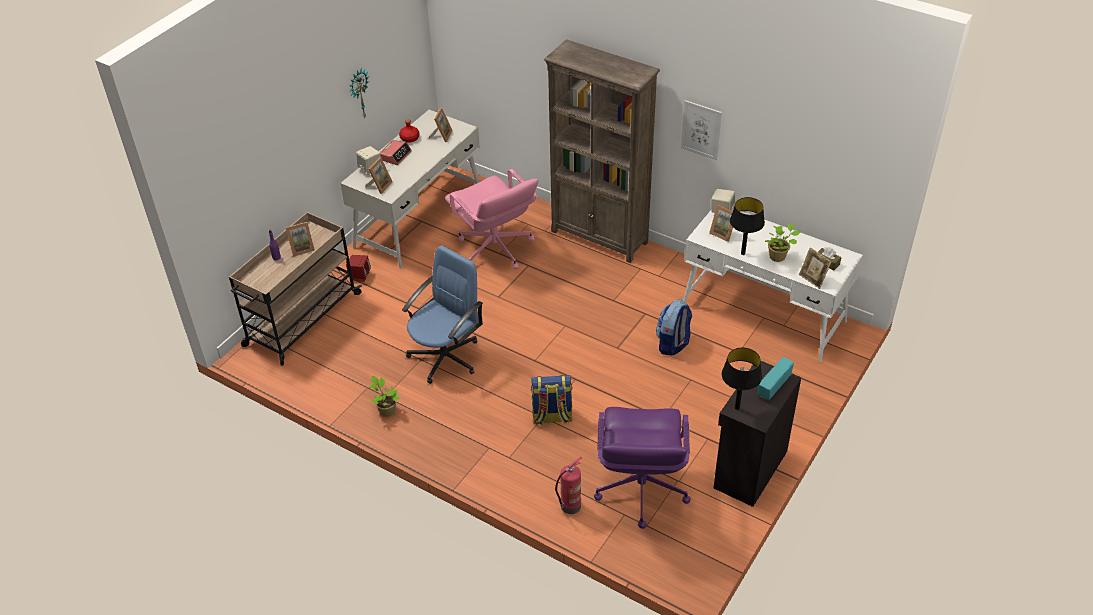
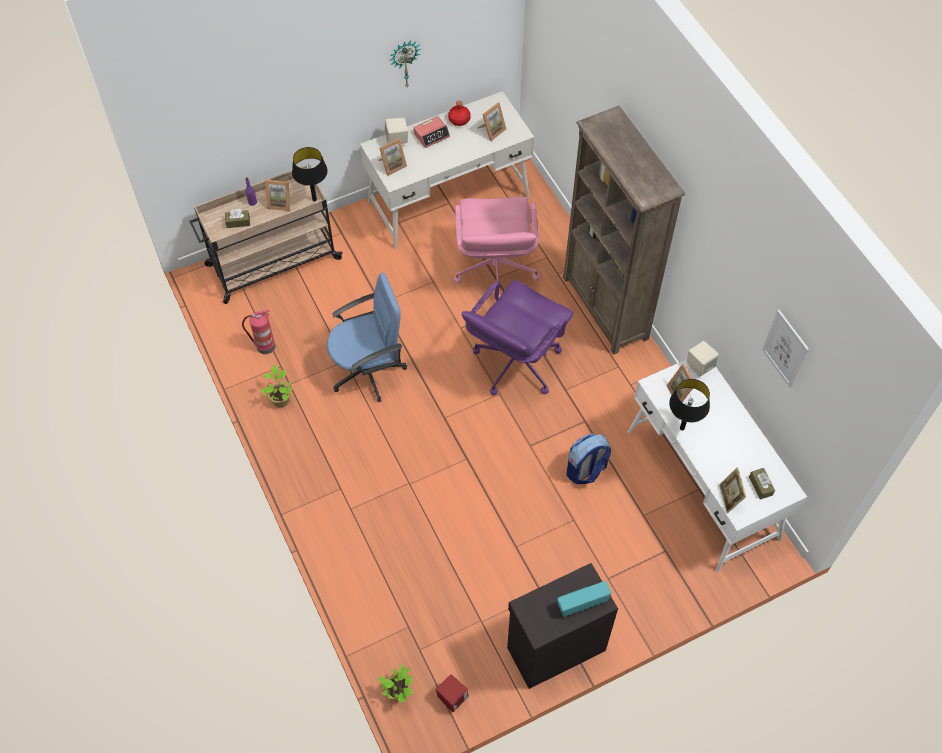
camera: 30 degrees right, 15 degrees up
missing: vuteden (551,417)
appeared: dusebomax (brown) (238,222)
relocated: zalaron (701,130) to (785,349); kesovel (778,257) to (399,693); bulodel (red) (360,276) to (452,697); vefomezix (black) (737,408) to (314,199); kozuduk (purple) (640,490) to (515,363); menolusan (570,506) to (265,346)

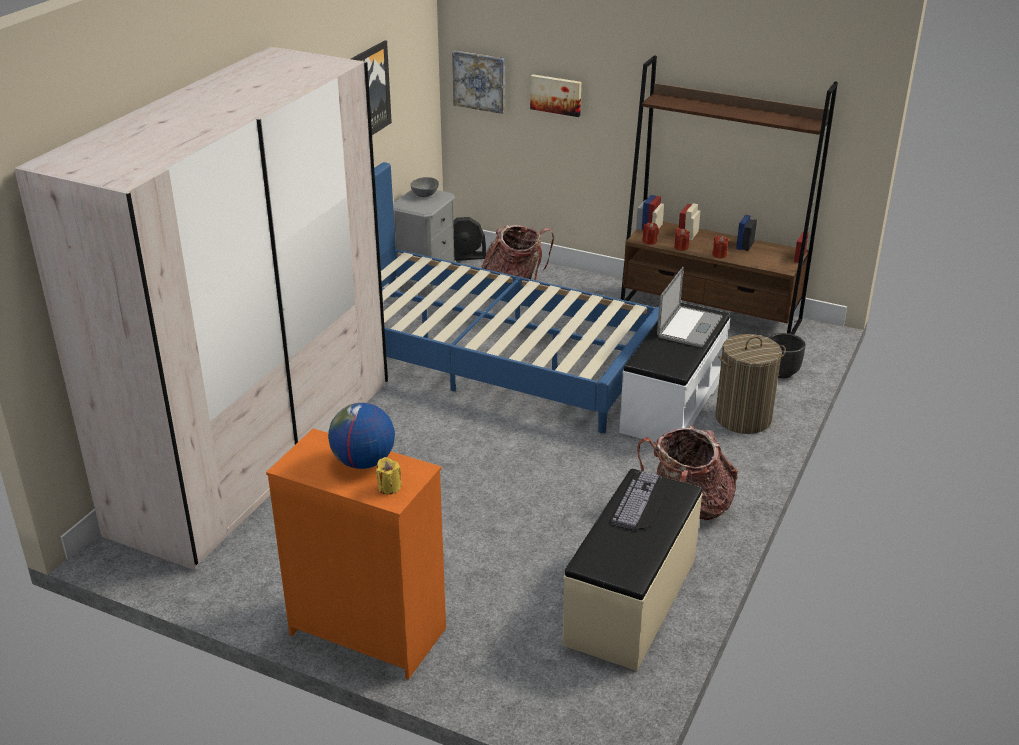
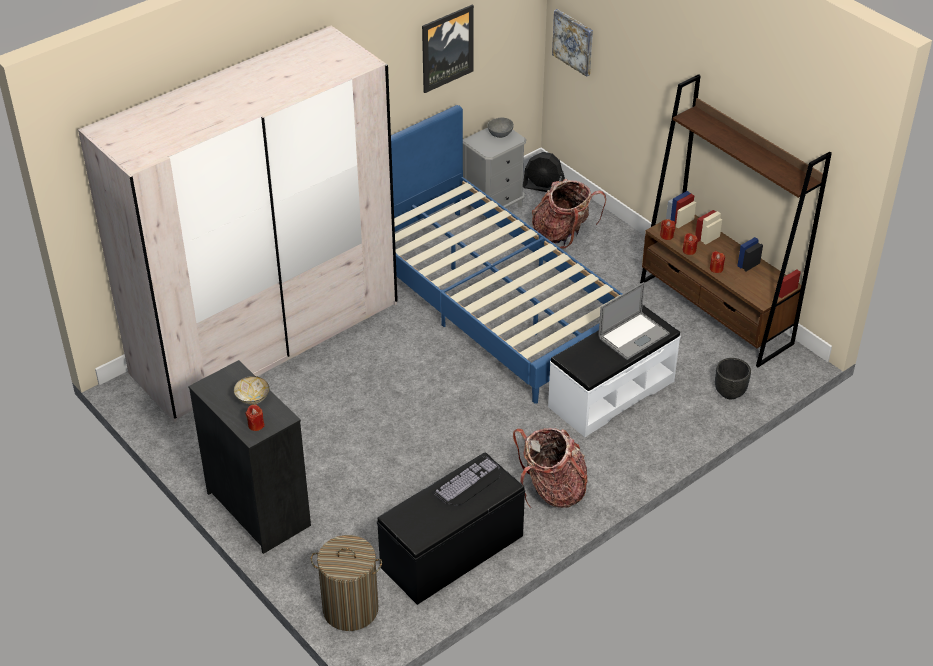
camera: 25 degrees right, 10 degrees up
missing: zalaron (556,94)
relocated: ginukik (743,418) to (350,609)
exchanged: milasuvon (363,462) to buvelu (253,399)
colour: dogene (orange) (368,631) to dogene (black) (259,509); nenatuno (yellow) (389,487) to nenatuno (red) (256,425); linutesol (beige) (632,601) to linutesol (black) (452,552)

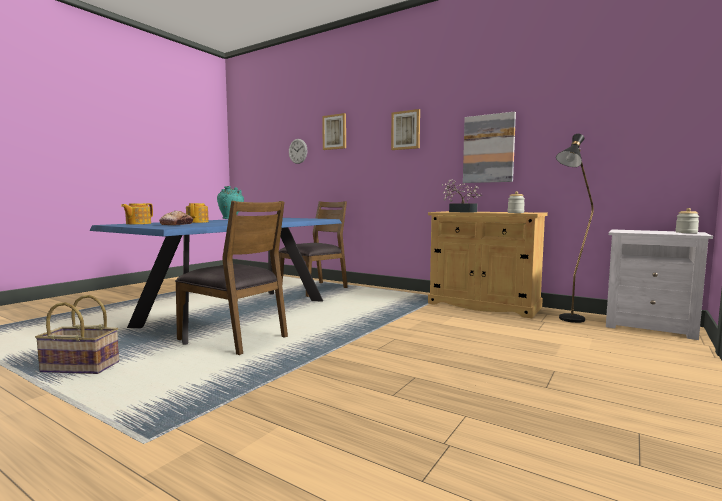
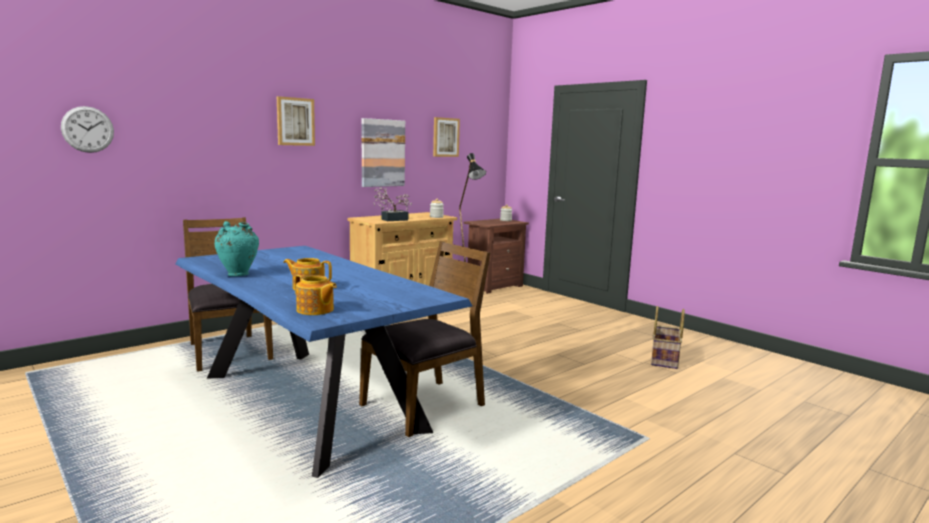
camera: 75 degrees left, 5 degrees up
missing: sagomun (177,224)
relocated: zalaron (334,132) to (445,137); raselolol (79,367) to (665,359)
colour: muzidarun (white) (650,327) to muzidarun (brown) (493,286)

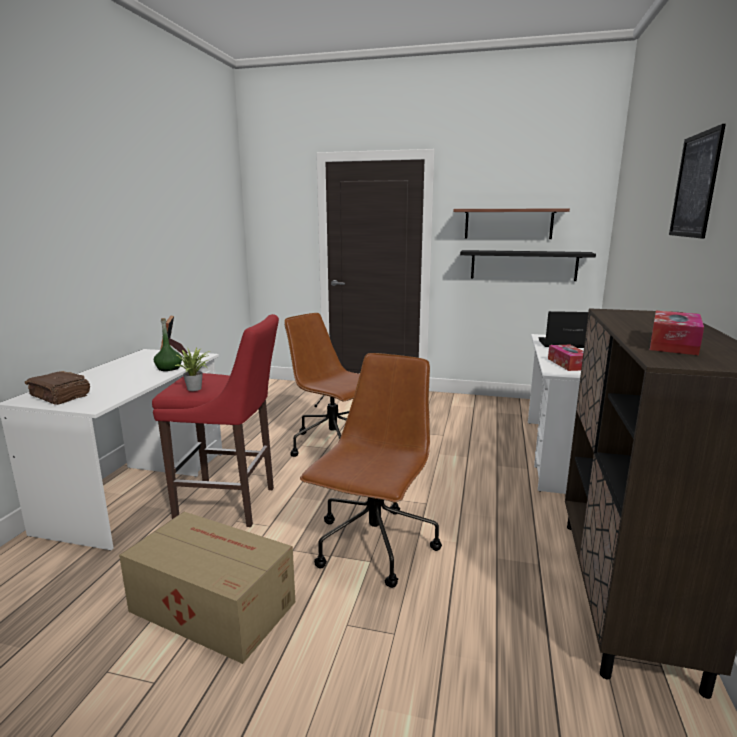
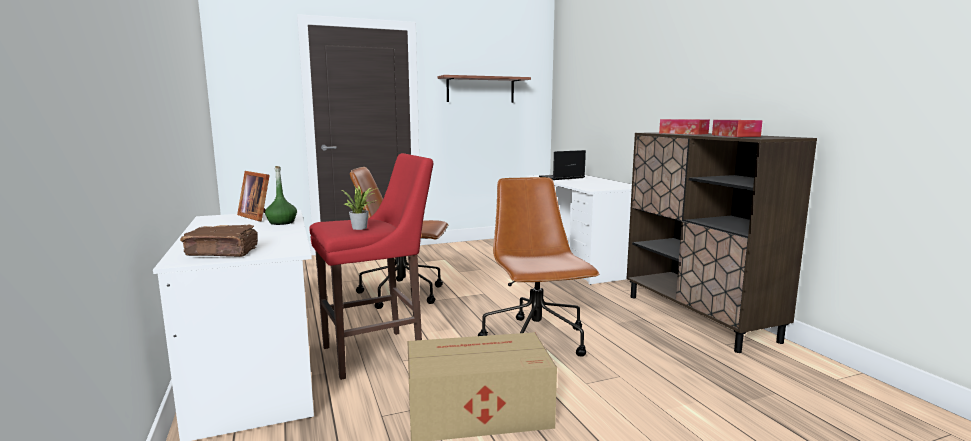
camera: 35 degrees left, 5 degrees down
missing: zalaron (695,185); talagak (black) (523,265)
relocated: dusebomax (568,364) to (683,133)

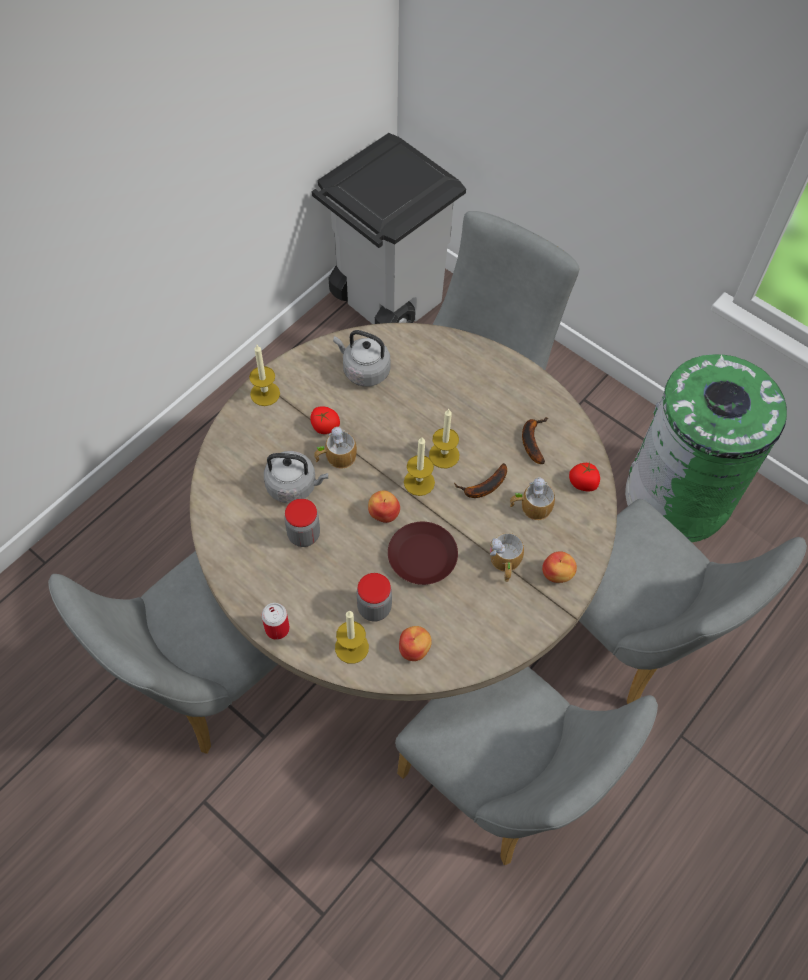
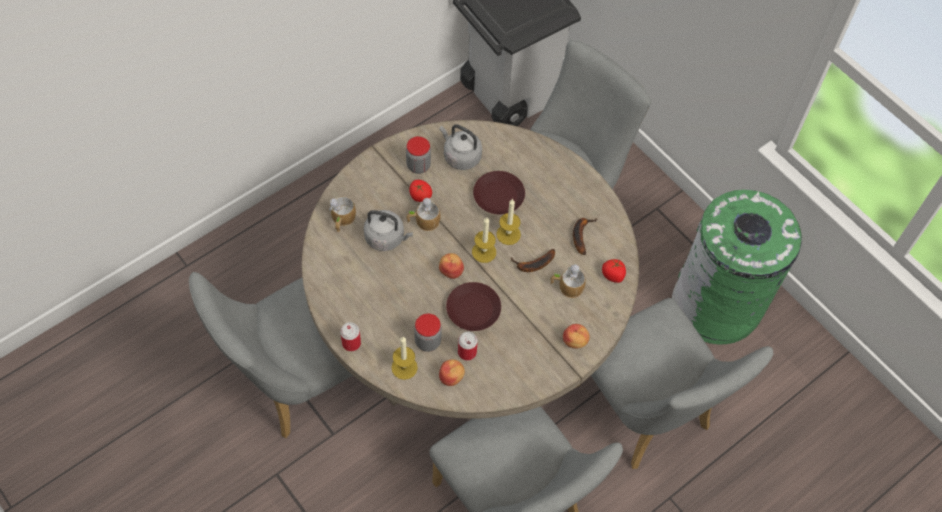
camera: 10 degrees right, 0 degrees up
missing: nenatuno (265,393)
appeared: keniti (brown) (498,196); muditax (467,352)
relocated: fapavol (304,535) to (418,165); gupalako (505,563) to (342,220)

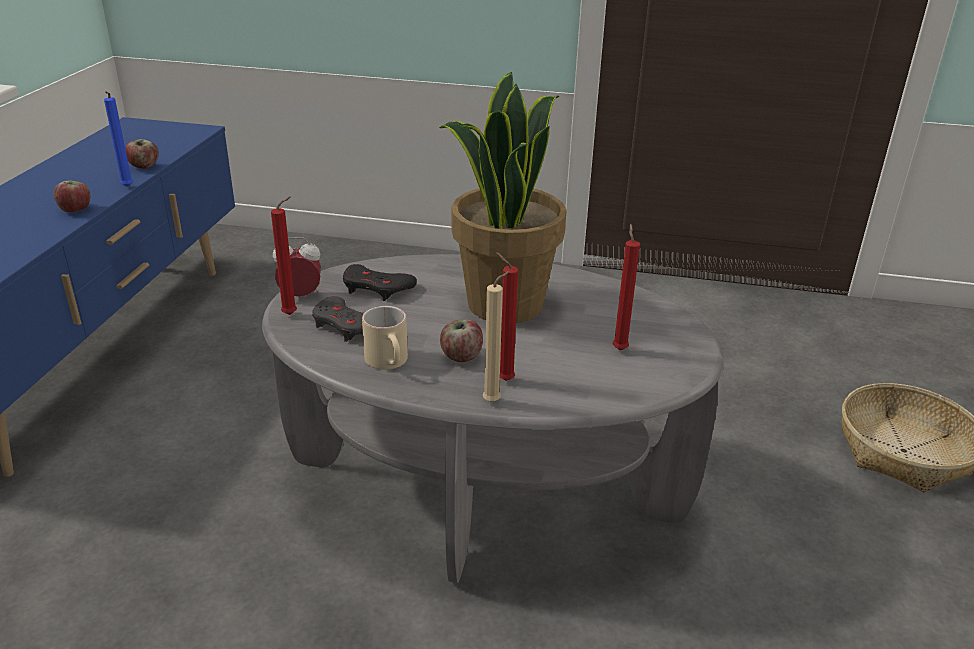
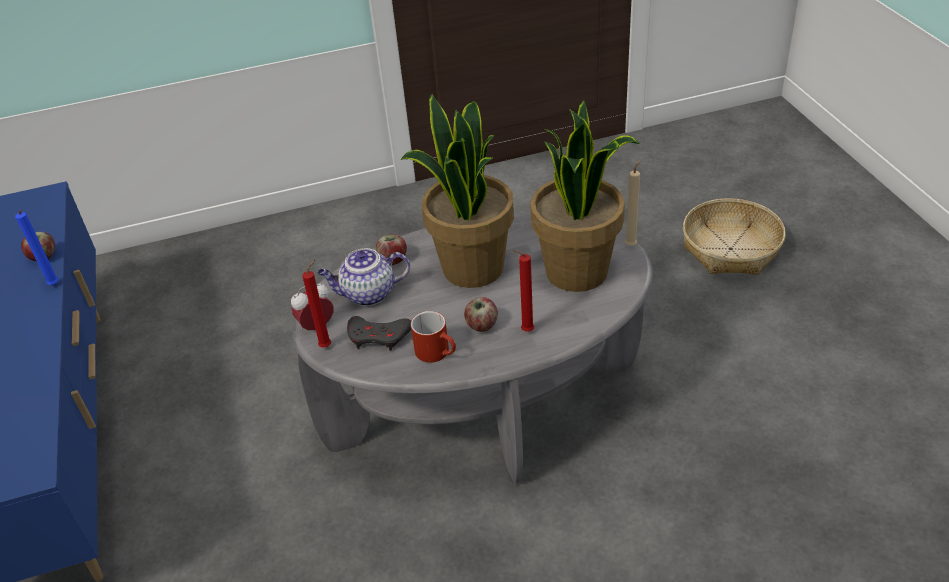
camera: 25 degrees left, 10 degrees up
relocated: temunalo (76,210) to (393,260); nenatuno (beige) (494,401) to (631,244)
exchanged: nenatuno (red) (619,348) to kesovel (578,272); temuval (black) (377,288) to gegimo (367,294)
colour: gupalako (beige) (390,362) to gupalako (red) (438,352)

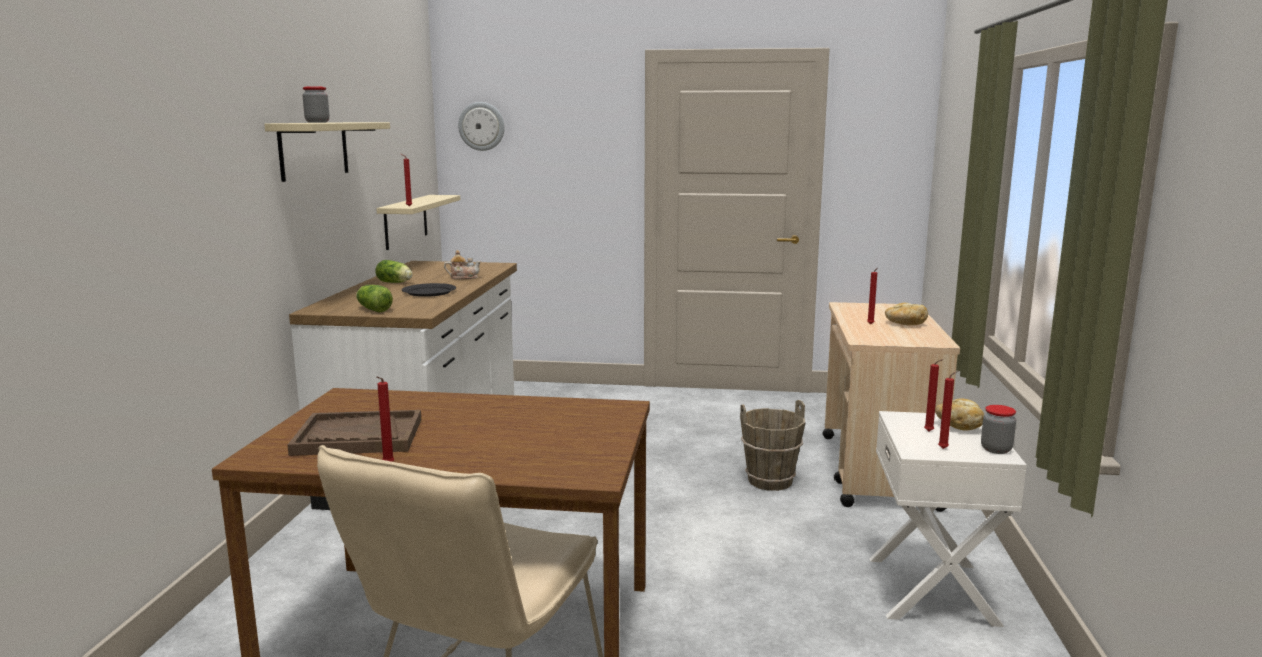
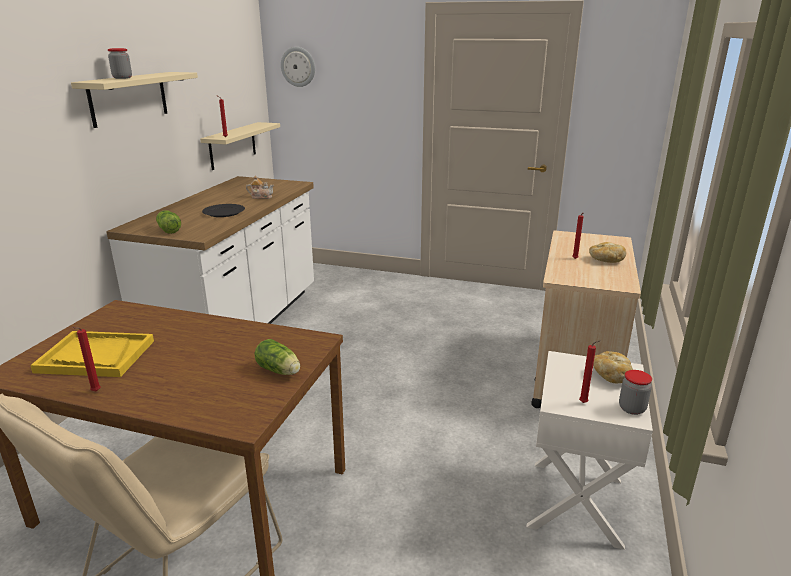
camera: 10 degrees right, 10 degrees up
missing: nenatuno (red) (930,432); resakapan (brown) (770,481)
relocated: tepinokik (395,283) to (280,371)
colour: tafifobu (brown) (358,436) to tafifobu (yellow) (95,356)

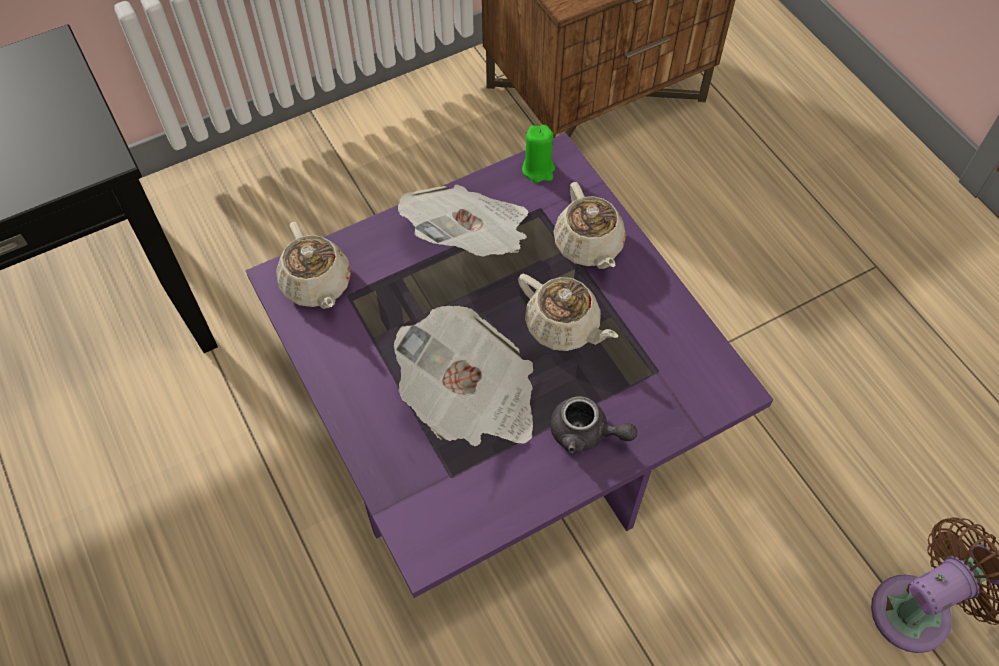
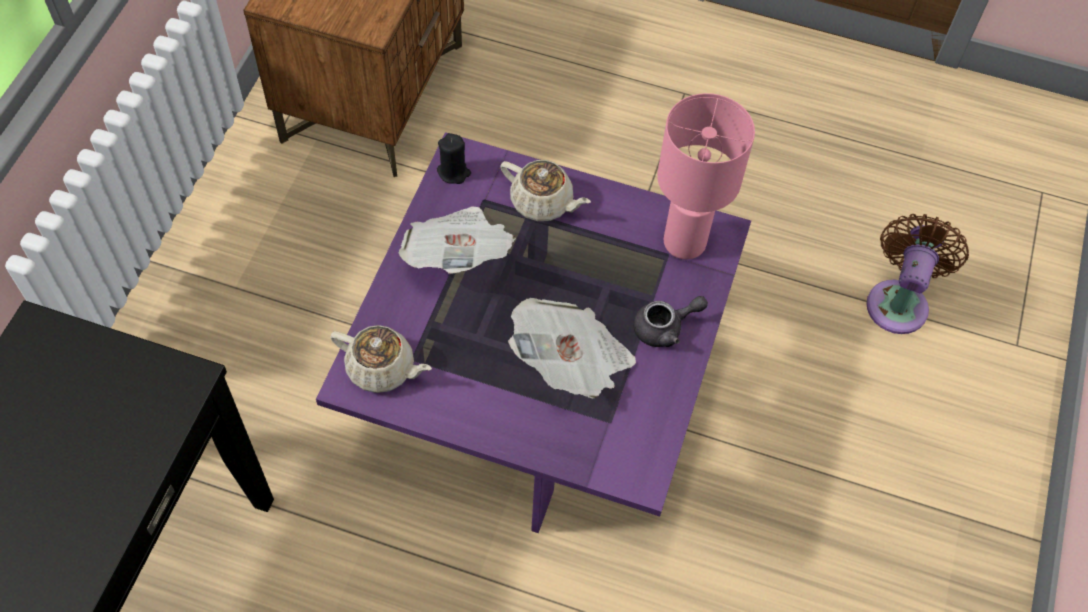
camera: 45 degrees left, 0 degrees up
missing: gegimo (beige) (563,326)
appeared: vefomezix (pink) (683,243)
colour: nenatuno (green) (538,169) to nenatuno (black) (453,172)

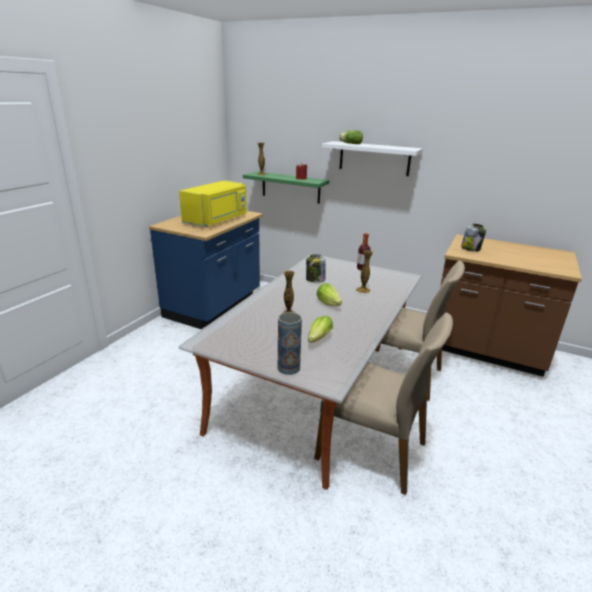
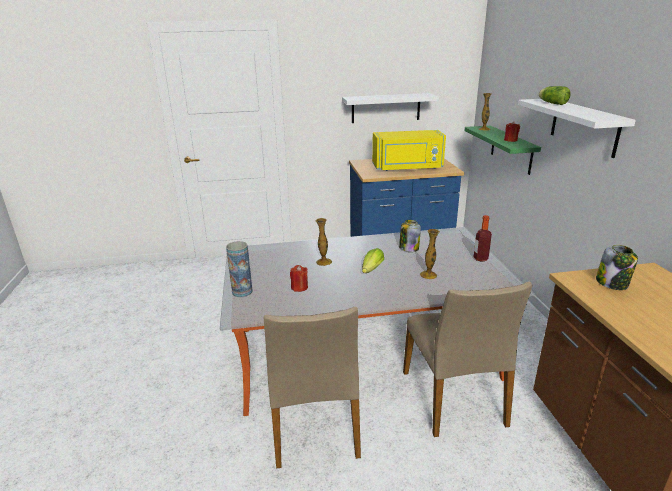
camera: 55 degrees right, 0 degrees up
appeared: talagak (white) (386,108)
exchanged: tepinokik (318,339) to nenatuno (red) (299,287)

